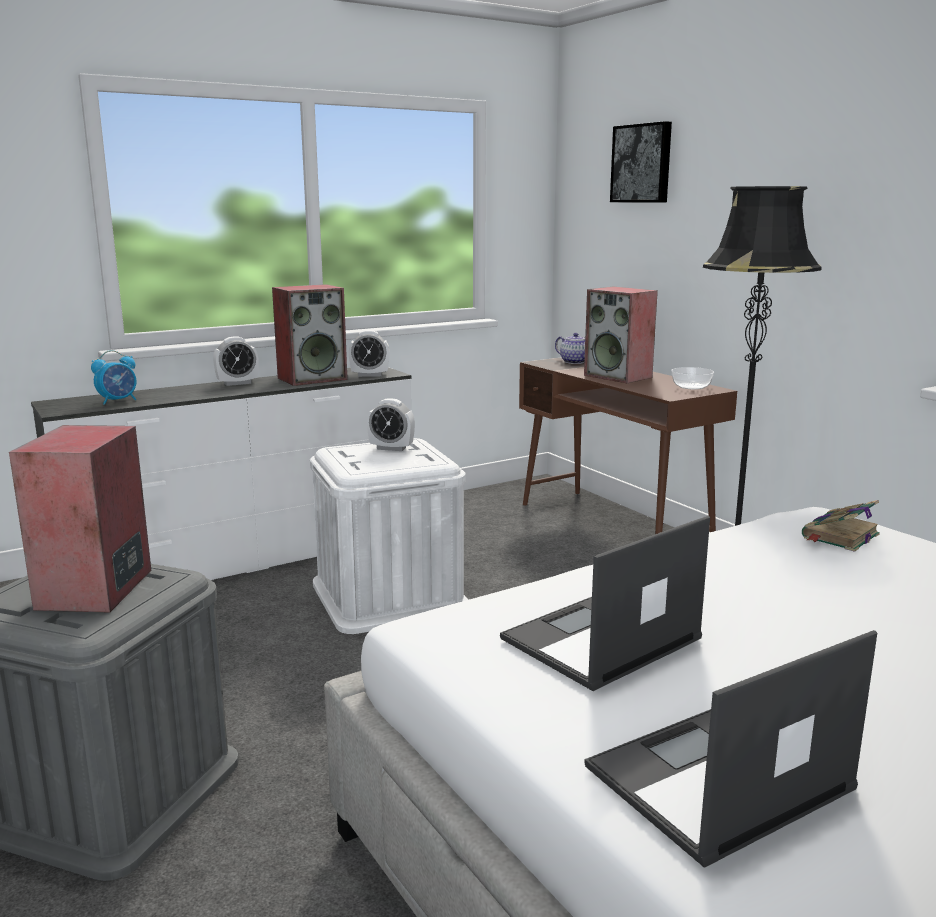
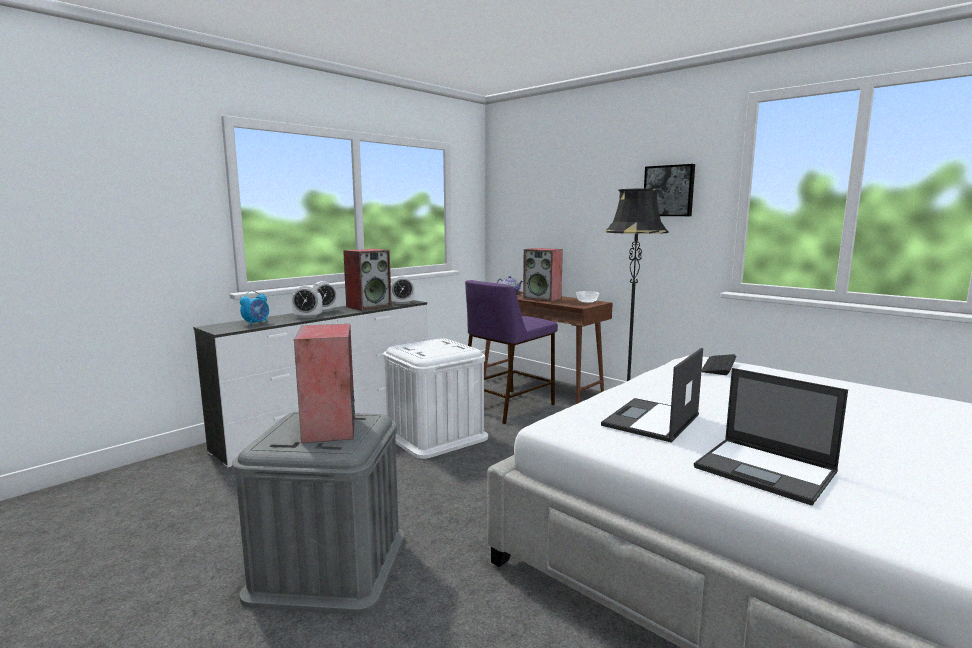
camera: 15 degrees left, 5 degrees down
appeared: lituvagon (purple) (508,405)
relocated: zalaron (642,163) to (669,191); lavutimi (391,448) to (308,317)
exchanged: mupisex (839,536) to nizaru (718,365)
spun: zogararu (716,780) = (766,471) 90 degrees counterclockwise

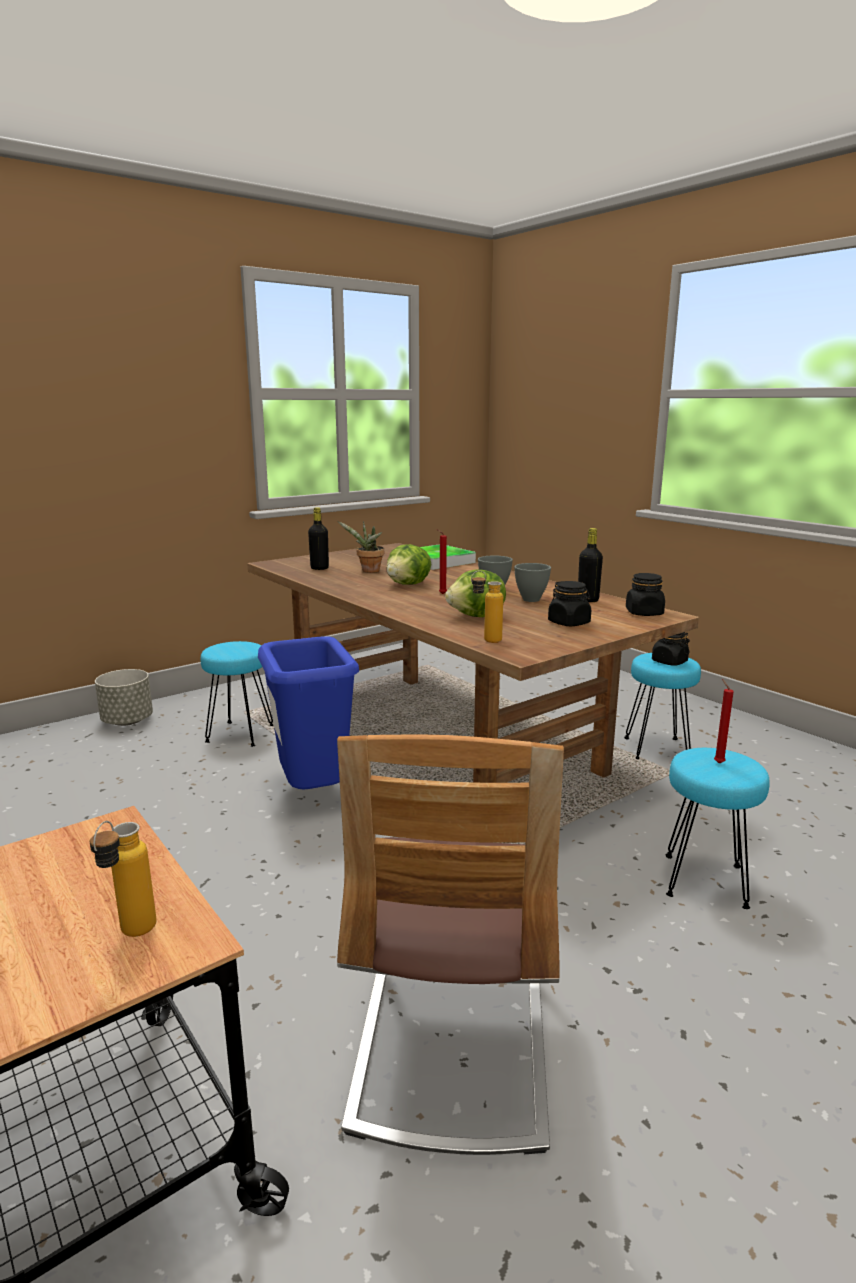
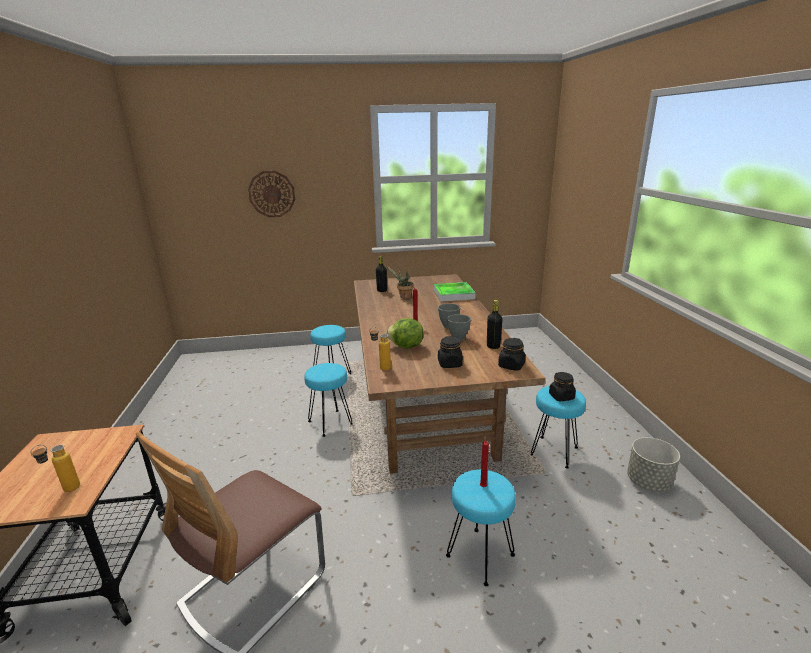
camera: 30 degrees right, 5 degrees up
missing: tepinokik (409,584)
appeared: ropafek (272,194)
relocated: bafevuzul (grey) (127,721) to (648,482)
exchanged: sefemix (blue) (313,795) to lituvagon (turquoise) (330,422)

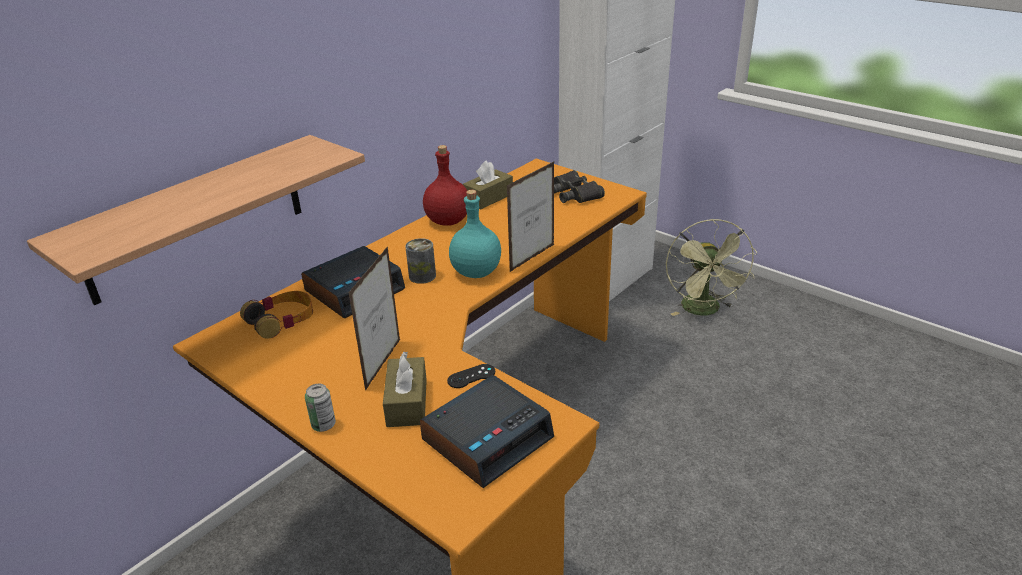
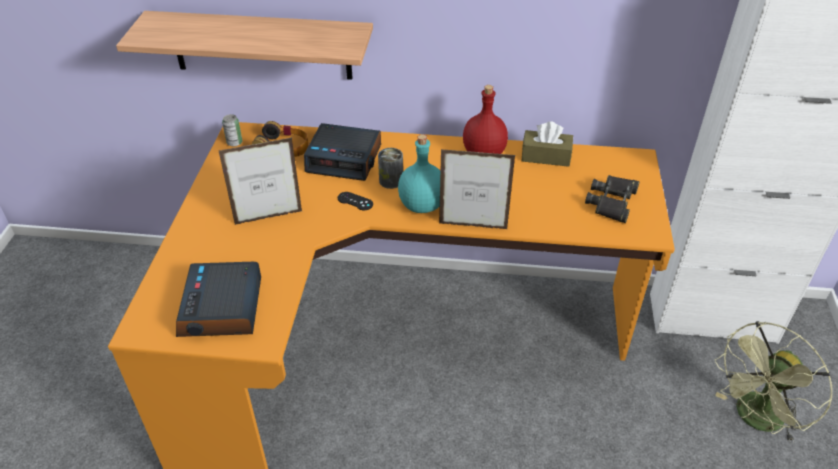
camera: 55 degrees right, 10 degrees up
missing: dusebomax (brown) (407,402)
relocated: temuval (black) (471,376) to (355,201); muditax (323,425) to (234,143)
spun: lavutimi (487,438) = (222,308) 75 degrees clockwise

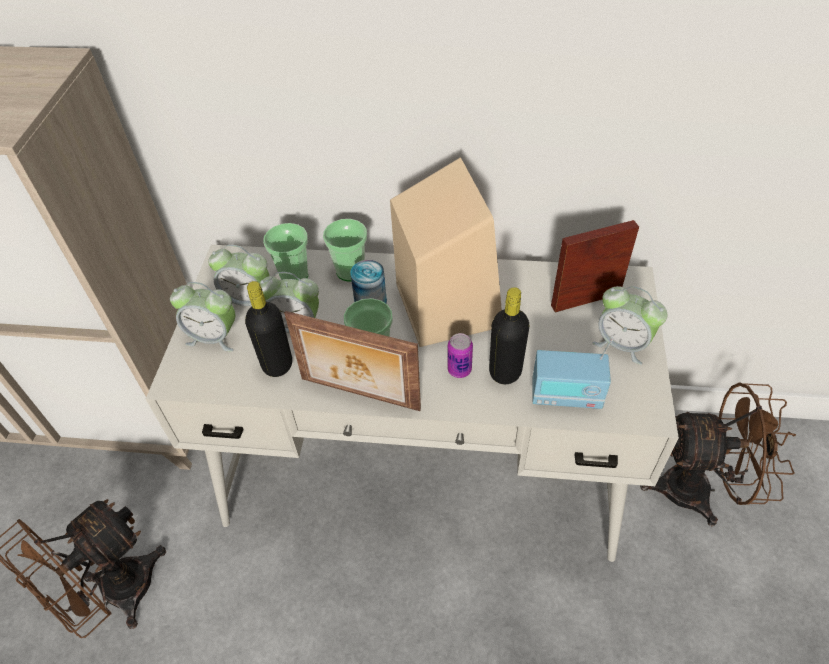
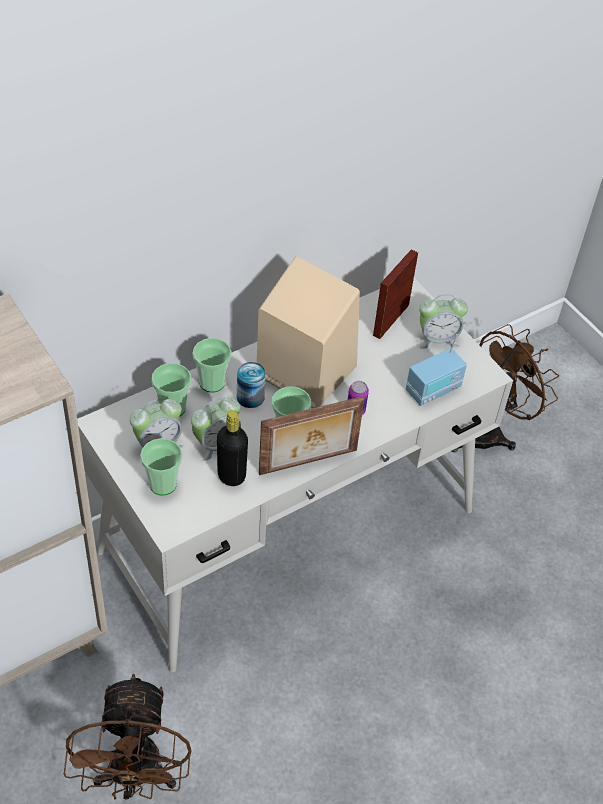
camera: 45 degrees left, 0 degrees up
missing: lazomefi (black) (505,372)
exchanged: lavutimi (214,337) to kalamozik (163,484)

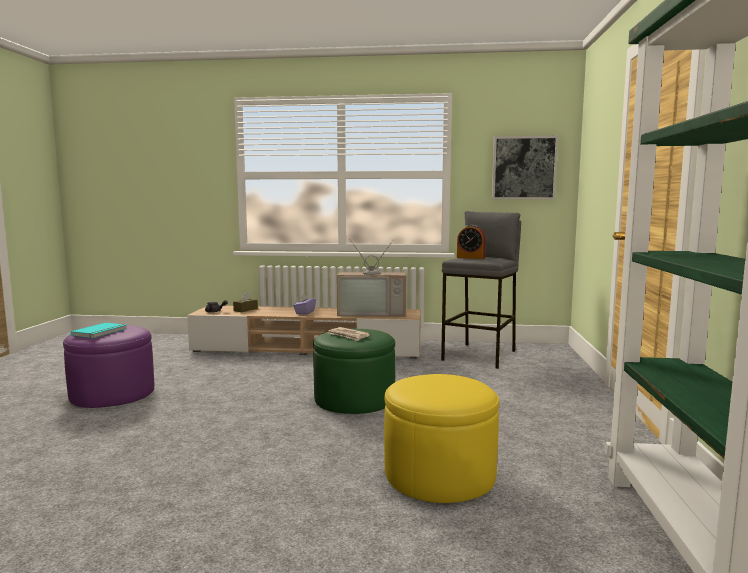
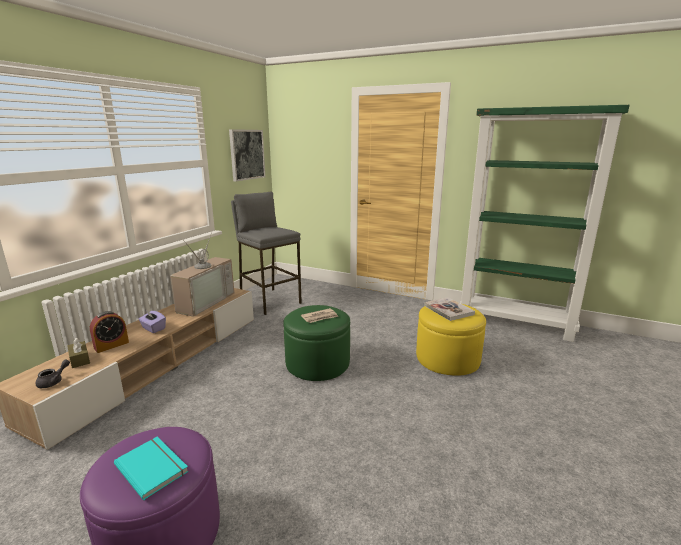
camera: 70 degrees left, 10 degrees up
appeared: mupisex (448,310)
relocated: lavutimi (470,258) to (111,345)

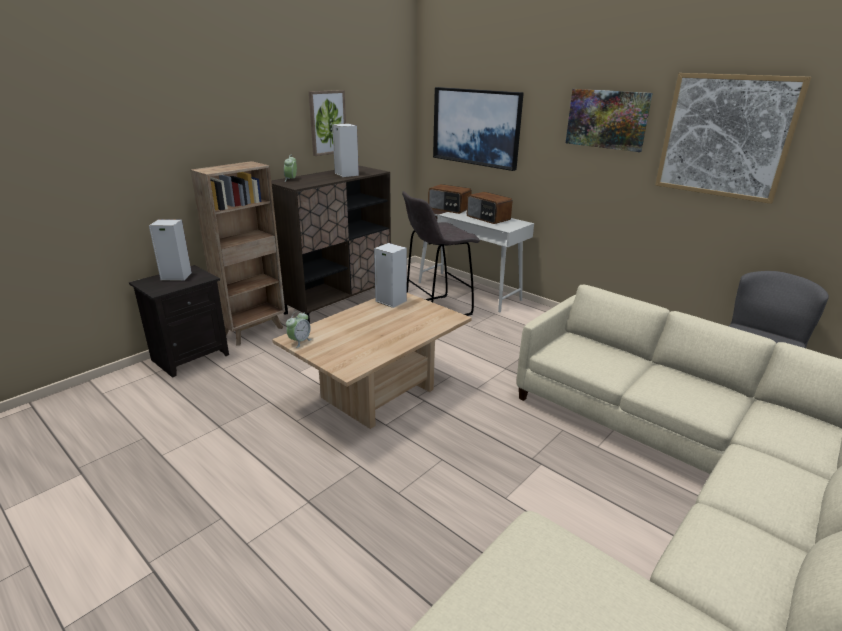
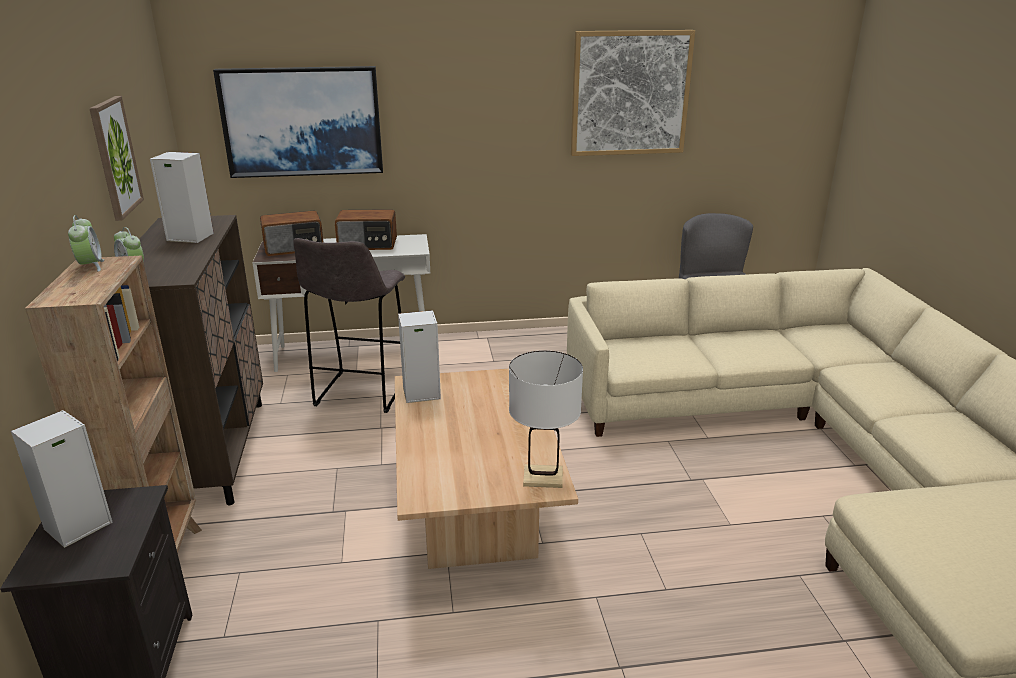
camera: 50 degrees left, 0 degrees up
missing: zalaron (607,119)
appeared: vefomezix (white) (543,477)
relocated: lavutimi (299,341) to (90,266)

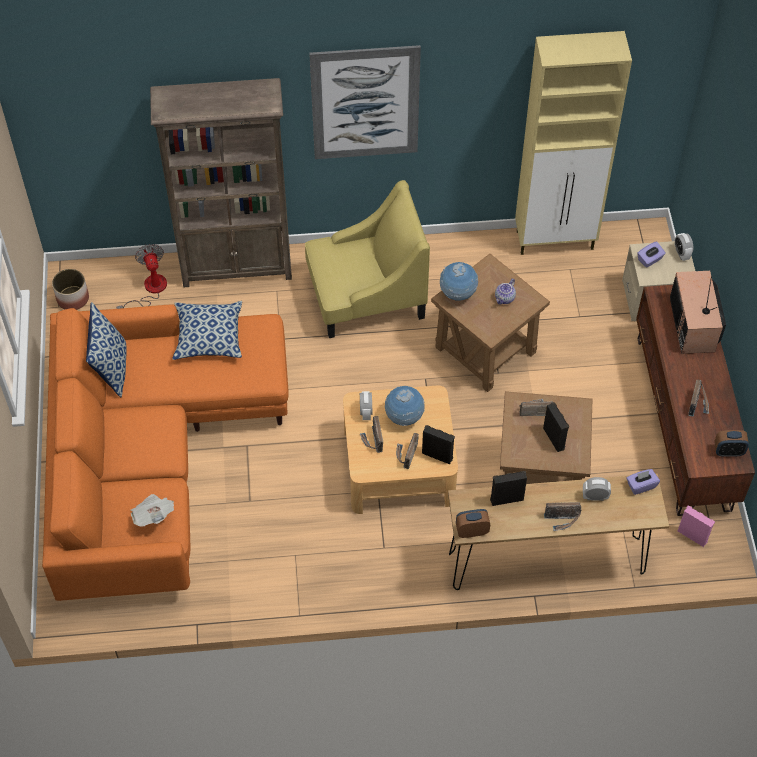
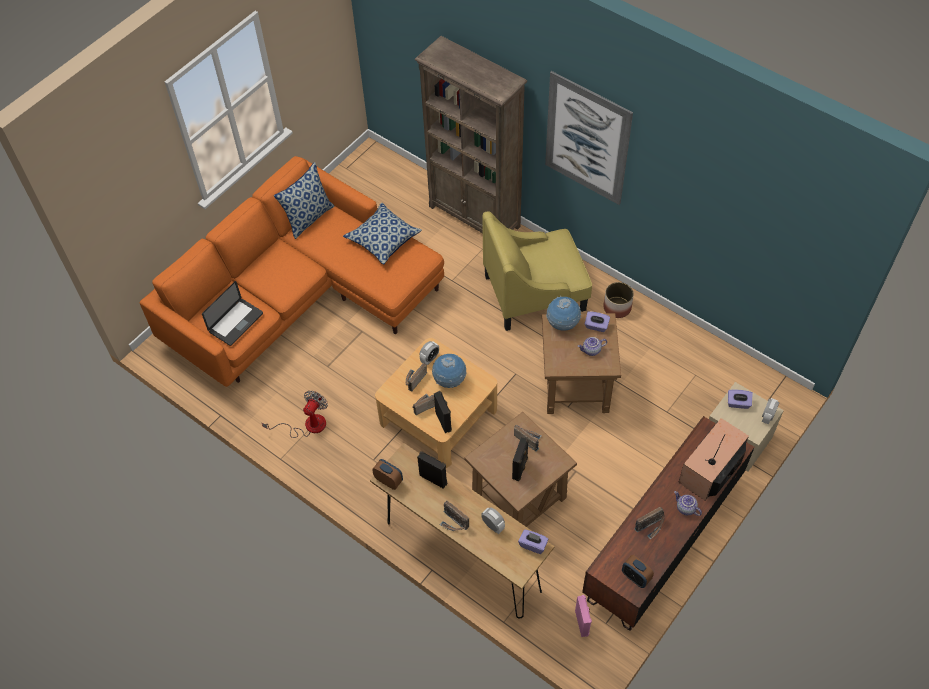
camera: 45 degrees right, 0 degrees up
missing: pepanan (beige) (556,240)
appeared: dusebomax (purple) (596,326); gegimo (685,508)
relocated: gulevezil (149,290) to (307,425); bafevuzul (73,298) to (617,307)
exchanged: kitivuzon (153,515) to zogararu (236,322)
spun: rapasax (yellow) (366,296) = (535,293) 135 degrees clockwise

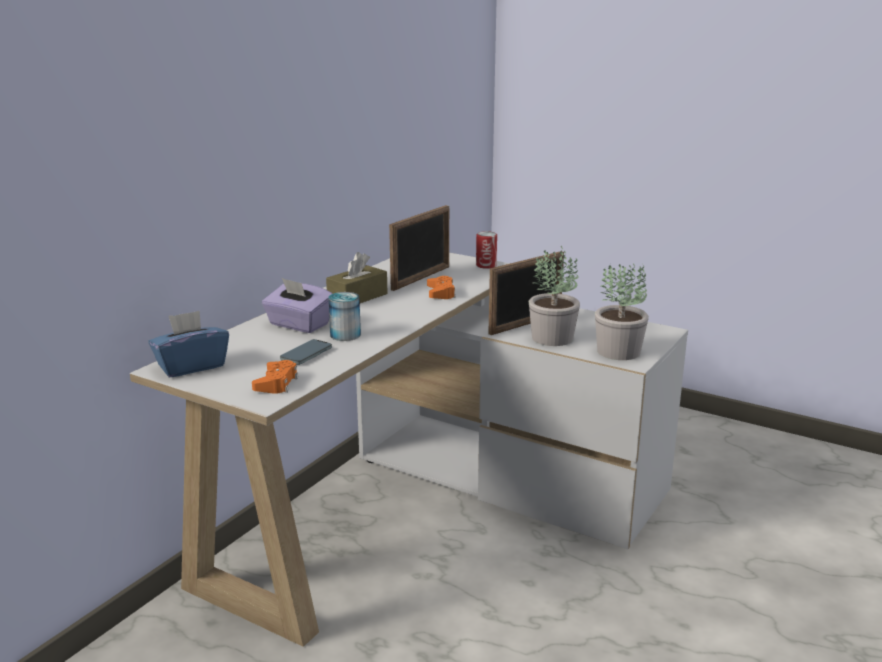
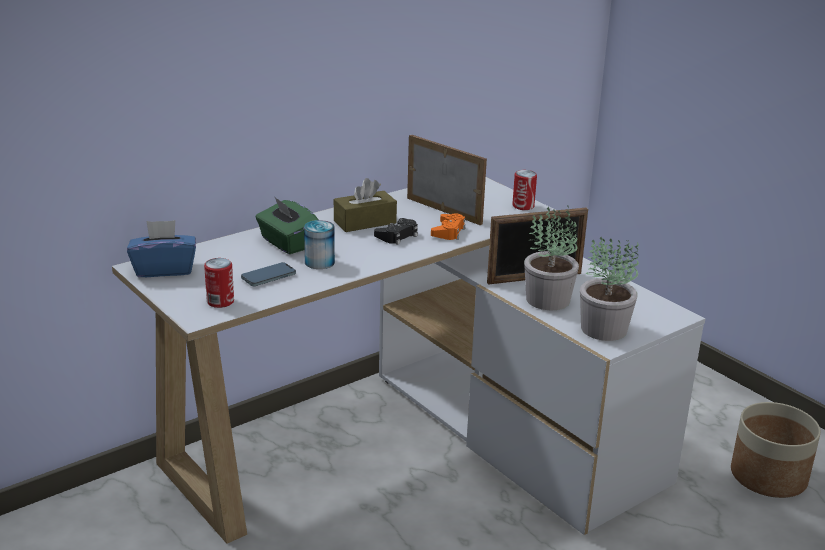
camera: 20 degrees right, 5 degrees up
appeared: temuval (black) (397,236); bafevuzul (769,476)
exchanged: temuval (orange) (276,383) to muditax (220,301)
colour: dusebomax (purple) (298,325) to dusebomax (green) (287,243)
spun: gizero (421,278) = (444,210) 105 degrees counterclockwise

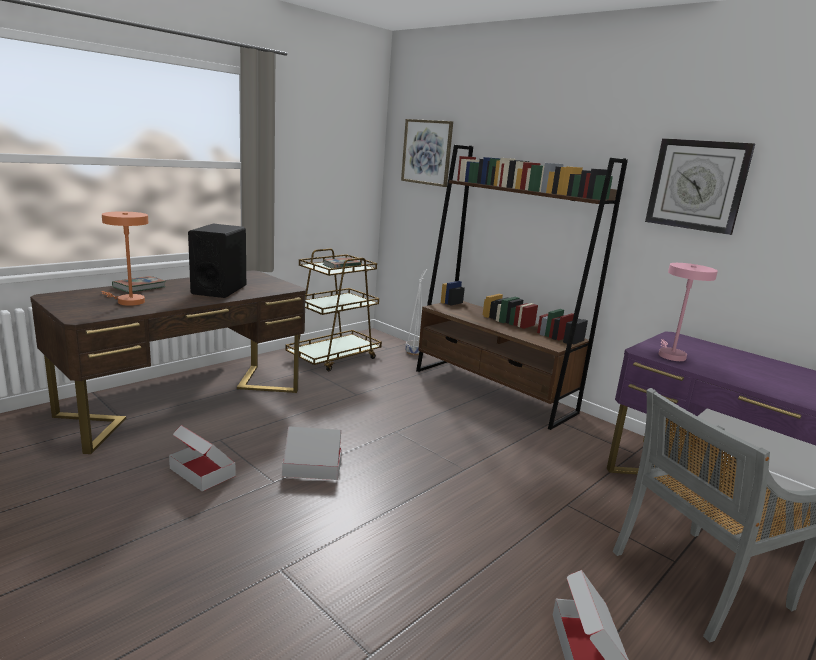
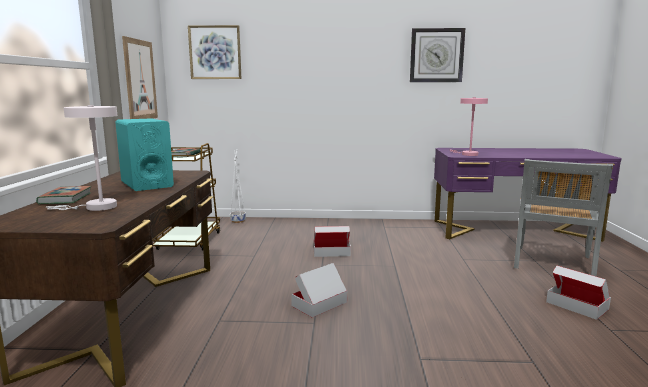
camera: 40 degrees left, 5 degrees down
missing: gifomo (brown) (493,391)
appeared: zalaron (140,80)
relocated: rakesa (202,472) to (331,252)
colour: vefomezix (orange) (127,301) to vefomezix (white) (95,207); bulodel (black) (219,290) to bulodel (turquoise) (147,184)

